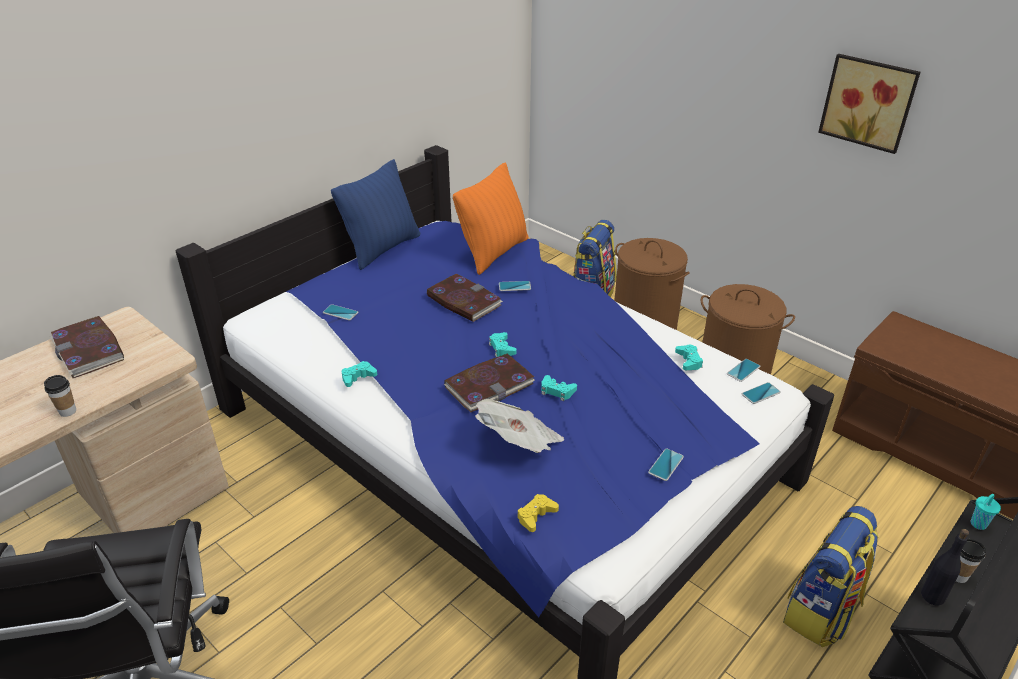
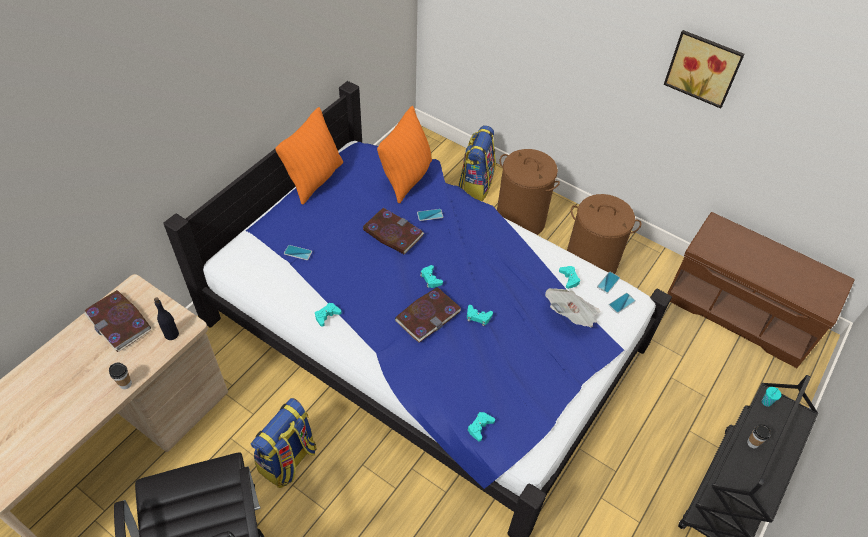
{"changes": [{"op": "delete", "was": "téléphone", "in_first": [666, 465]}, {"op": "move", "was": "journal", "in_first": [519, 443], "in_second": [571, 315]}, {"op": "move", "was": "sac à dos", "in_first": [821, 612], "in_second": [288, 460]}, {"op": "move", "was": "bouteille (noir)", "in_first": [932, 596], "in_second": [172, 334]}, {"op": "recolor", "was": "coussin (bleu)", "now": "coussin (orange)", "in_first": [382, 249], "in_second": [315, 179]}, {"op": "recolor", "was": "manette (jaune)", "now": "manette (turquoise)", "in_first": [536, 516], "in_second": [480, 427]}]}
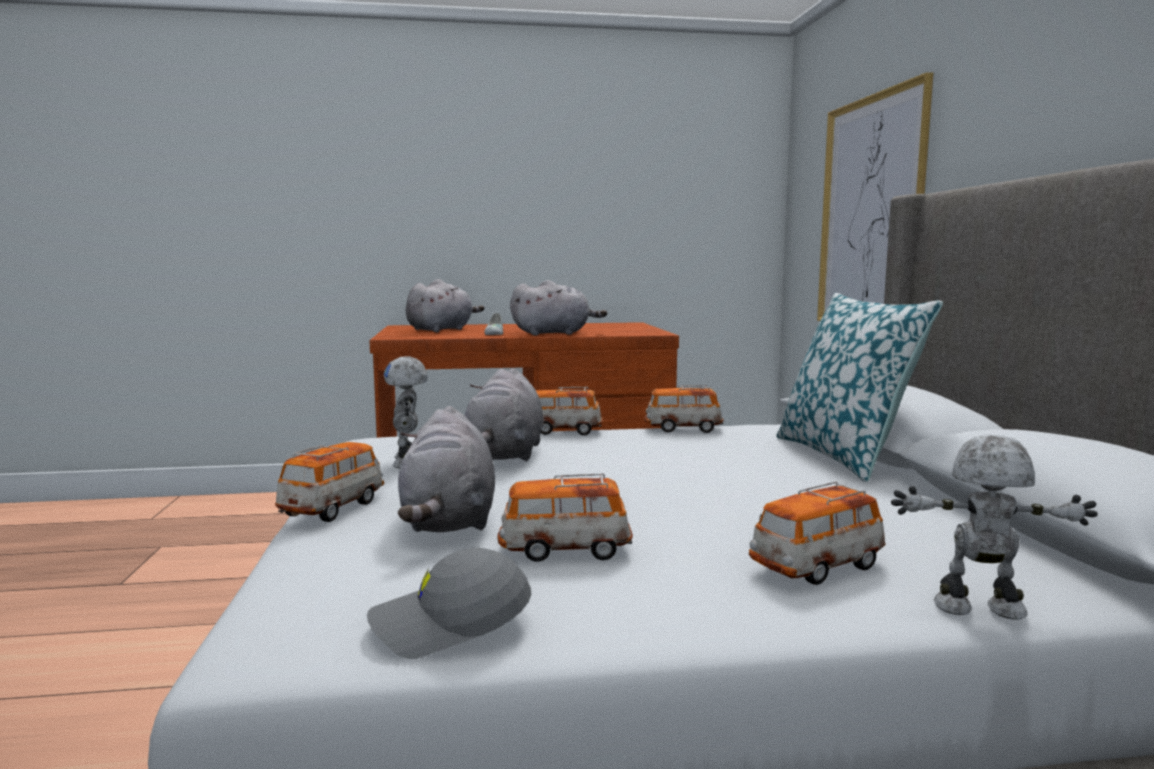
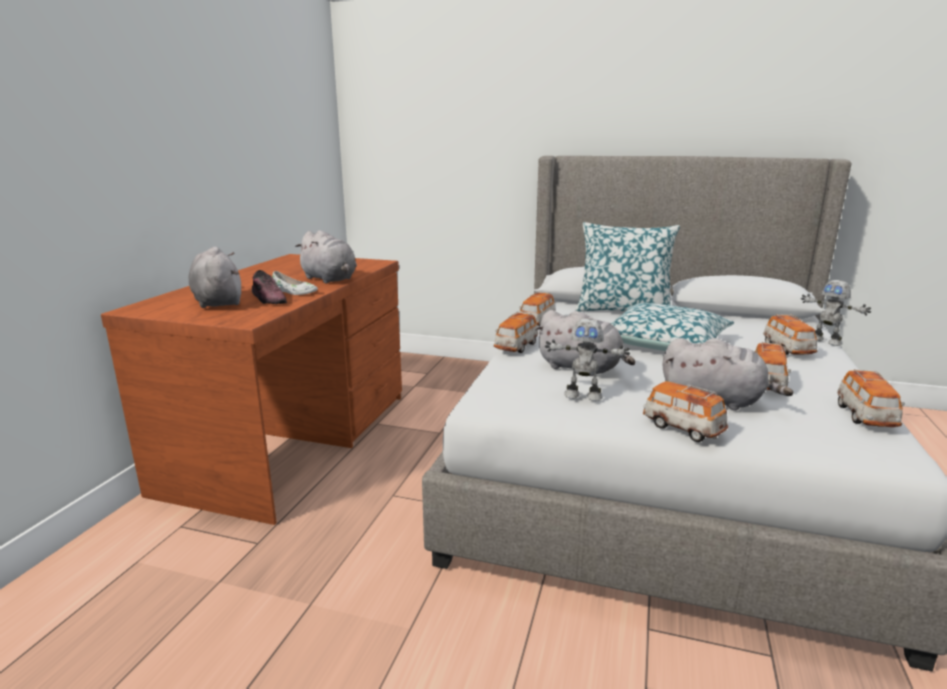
{"changes": [{"op": "delete", "was": "tableau", "in_first": [870, 214]}, {"op": "insert", "now": "chaussure", "in_second": [269, 299]}, {"op": "insert", "now": "coussin", "in_second": [664, 343]}, {"op": "replace", "was": "casquette (gris)", "now": "petite voiture", "in_first": [450, 626], "in_second": [865, 417]}, {"op": "rotate", "was": "peluche (gris)", "in_first": [554, 333], "in_second": [330, 279], "clockwise": 120}, {"op": "rotate", "was": "robot jouet", "in_first": [980, 610], "in_second": [826, 341], "clockwise": -75}]}
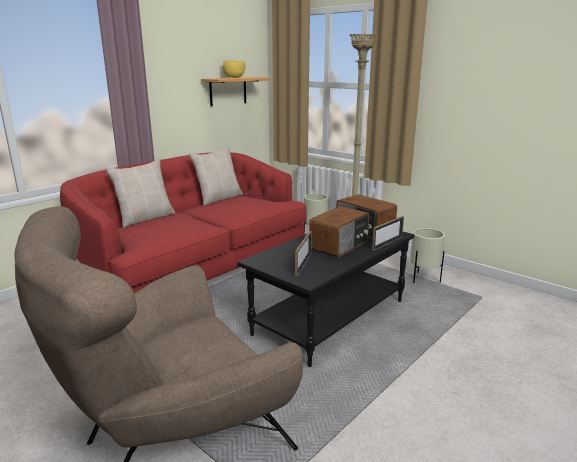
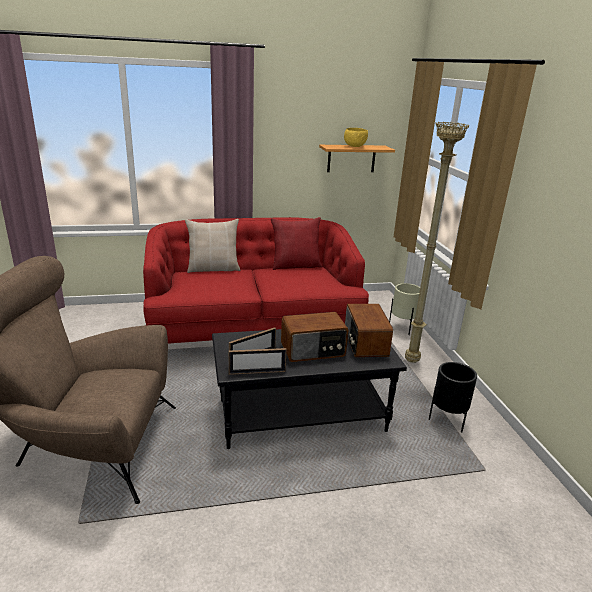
{"changes": [{"op": "move", "was": "cadre photo", "in_first": [387, 243], "in_second": [257, 372]}, {"op": "recolor", "was": "coussin (beige)", "now": "coussin (rouge)", "in_first": [218, 198], "in_second": [295, 265]}, {"op": "recolor", "was": "cache-pot (beige)", "now": "cache-pot (noir)", "in_first": [424, 279], "in_second": [447, 421]}]}
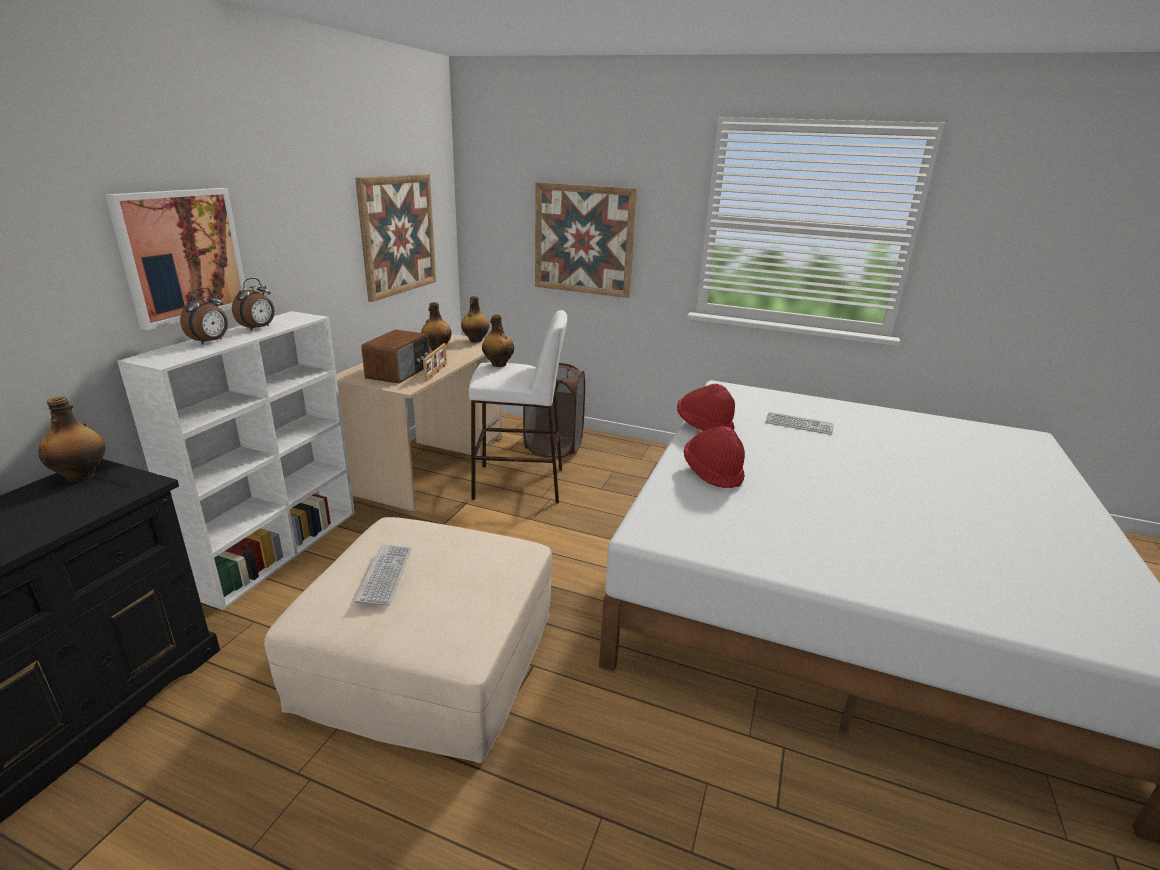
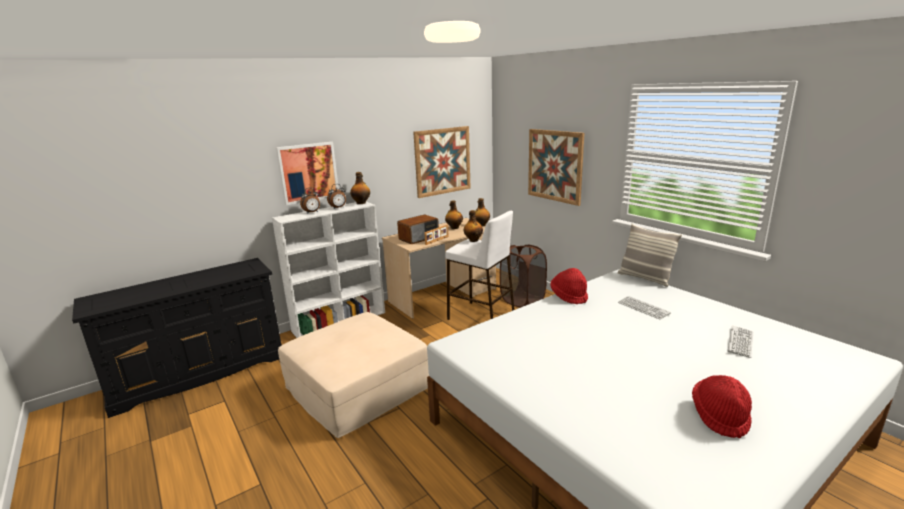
{"changes": [{"op": "insert", "now": "coussin", "in_second": [644, 278]}, {"op": "move", "was": "bouteille", "in_first": [82, 475], "in_second": [361, 203]}, {"op": "move", "was": "clavier", "in_first": [385, 575], "in_second": [740, 342]}, {"op": "move", "was": "chapeau (rouge)", "in_first": [713, 473], "in_second": [720, 416]}]}
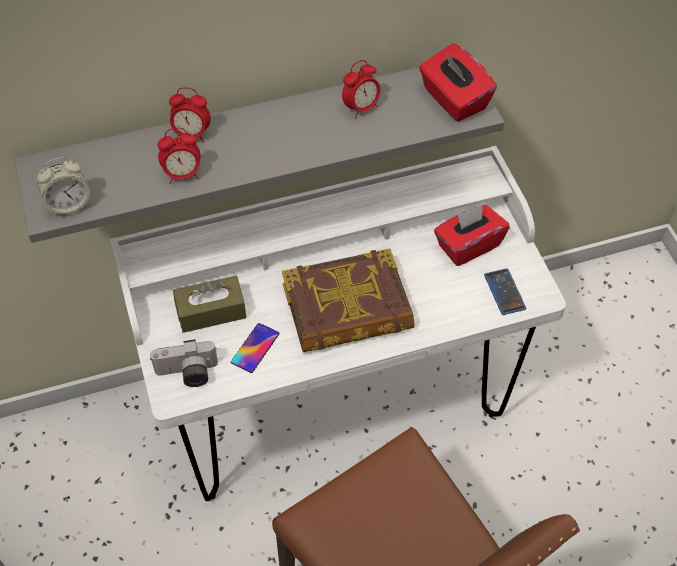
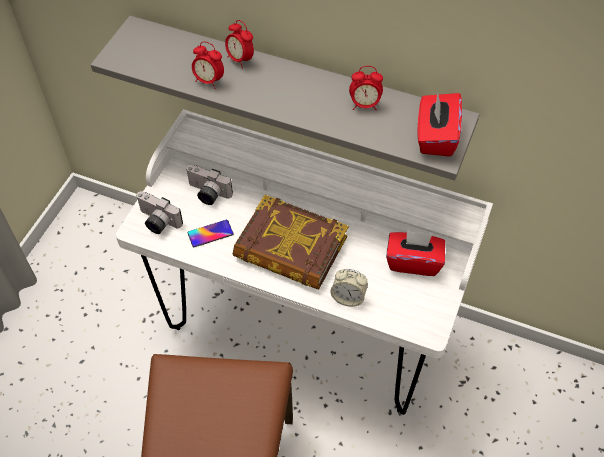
{"changes": [{"op": "delete", "was": "téléphone", "in_first": [504, 292]}, {"op": "move", "was": "réveil", "in_first": [69, 204], "in_second": [348, 297]}, {"op": "replace", "was": "boîte à mouchoirs (marron)", "now": "appareil photo", "in_first": [211, 311], "in_second": [207, 194]}]}
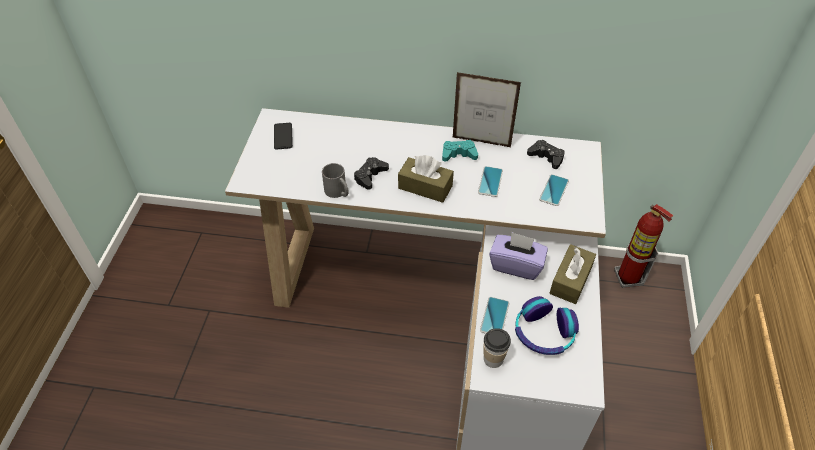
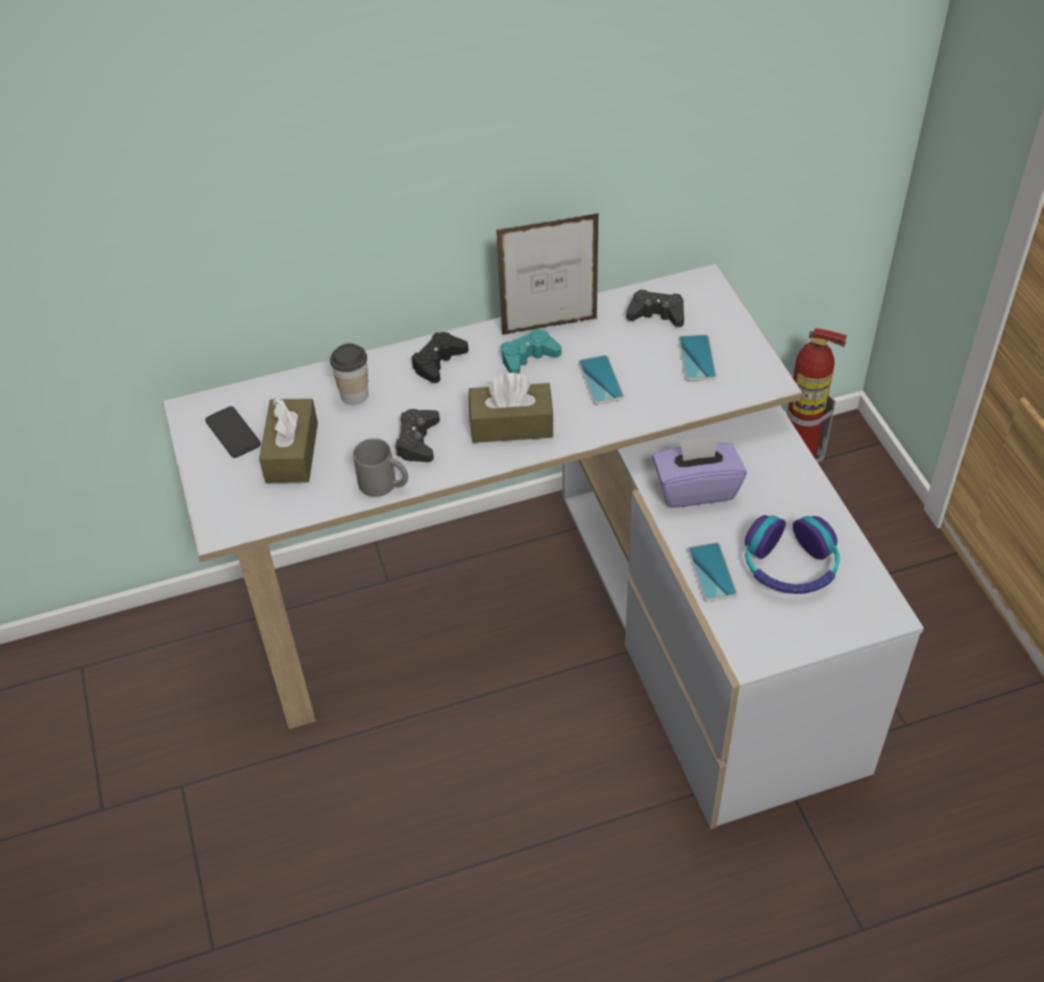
{"changes": [{"op": "insert", "now": "manette (noir)", "in_second": [438, 362]}, {"op": "move", "was": "tasse", "in_first": [493, 359], "in_second": [354, 395]}, {"op": "move", "was": "boîte à mouchoirs (marron)", "in_first": [570, 280], "in_second": [292, 452]}]}
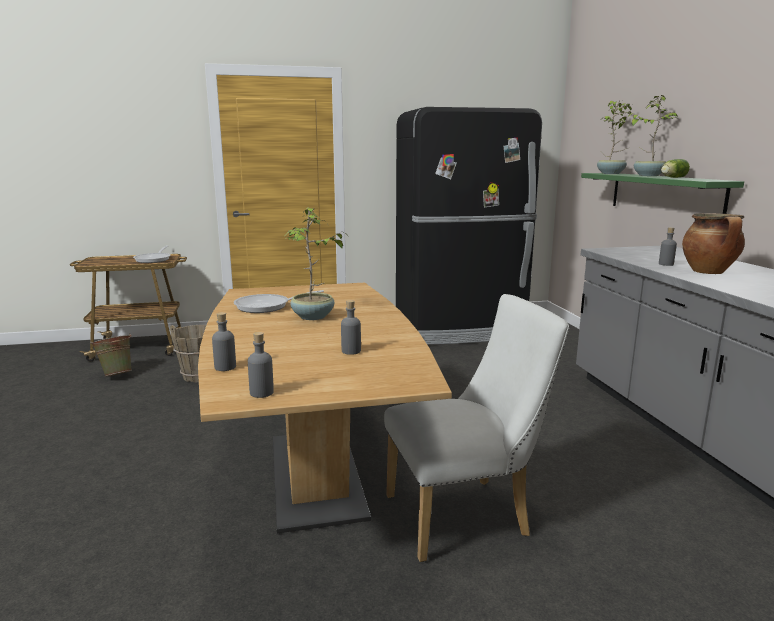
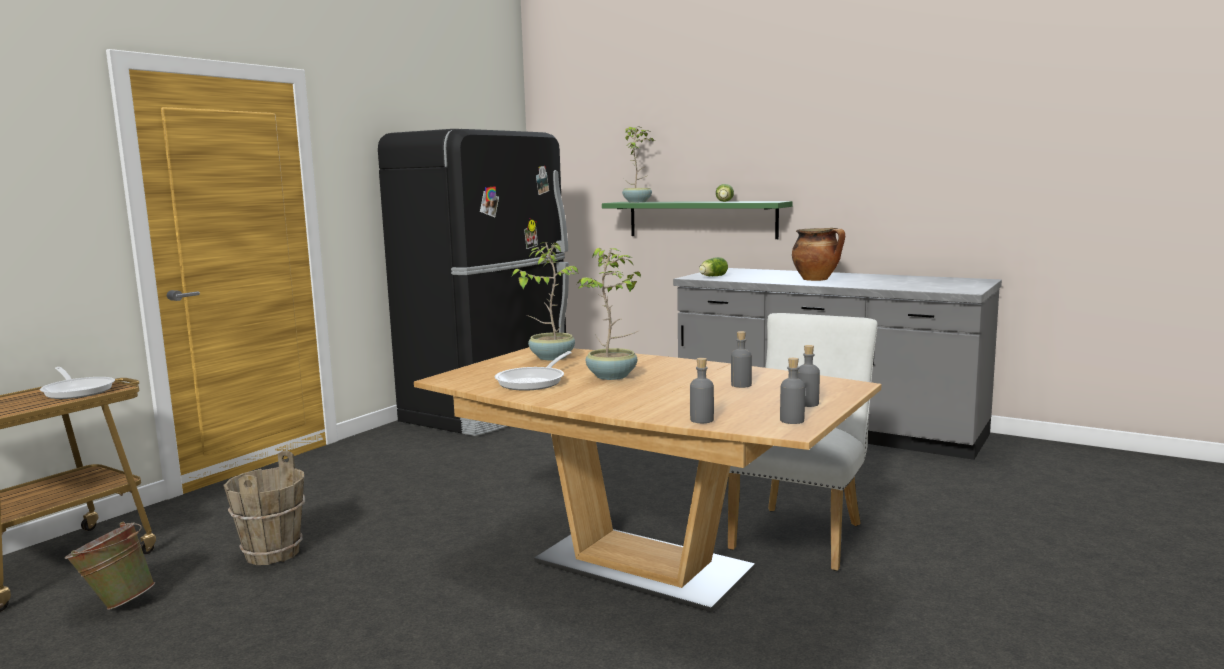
{"changes": [{"op": "insert", "now": "laitue", "in_second": [712, 276]}, {"op": "move", "was": "plante en pot", "in_first": [648, 175], "in_second": [551, 357]}, {"op": "move", "was": "bouteille (gris)", "in_first": [666, 264], "in_second": [807, 404]}]}
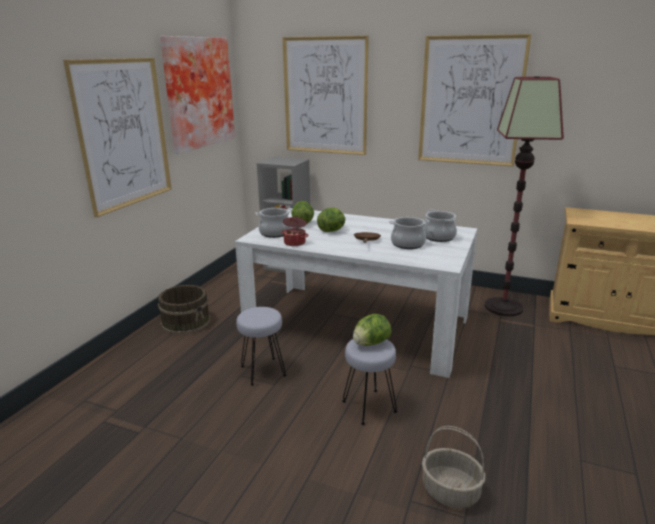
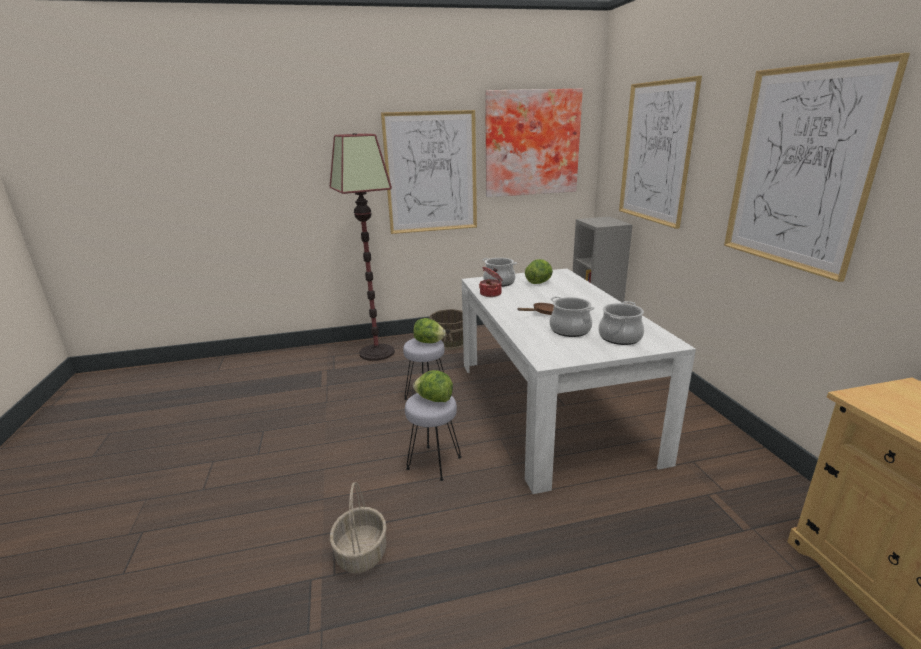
{"changes": [{"op": "move", "was": "laitue", "in_first": [332, 230], "in_second": [429, 342]}, {"op": "move", "was": "lampadaire", "in_first": [503, 307], "in_second": [377, 352]}]}
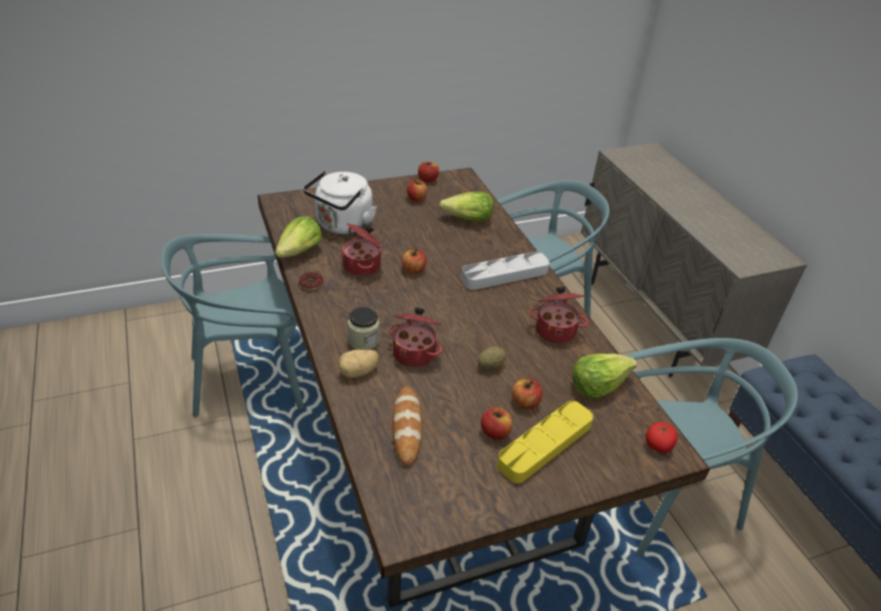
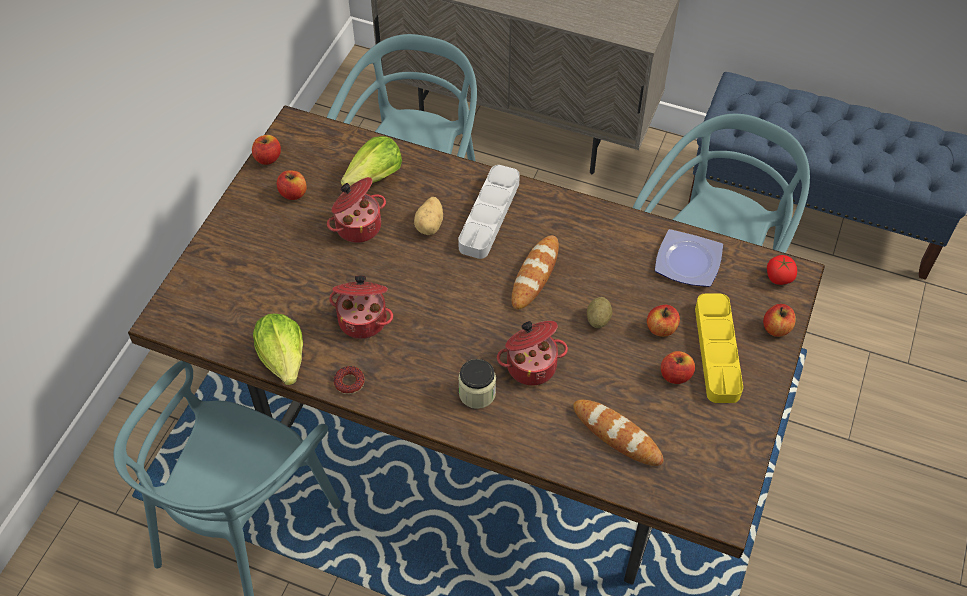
{"changes": [{"op": "delete", "was": "bouilloire (blanc)", "in_first": [342, 225]}, {"op": "insert", "now": "pain", "in_second": [535, 274]}, {"op": "move", "was": "pomme de terre", "in_first": [358, 372], "in_second": [430, 225]}, {"op": "move", "was": "pomme", "in_first": [413, 270], "in_second": [776, 328]}, {"op": "move", "was": "marmite", "in_first": [555, 330], "in_second": [357, 225]}, {"op": "replace", "was": "laitue", "now": "assiette", "in_first": [598, 385], "in_second": [686, 262]}]}
